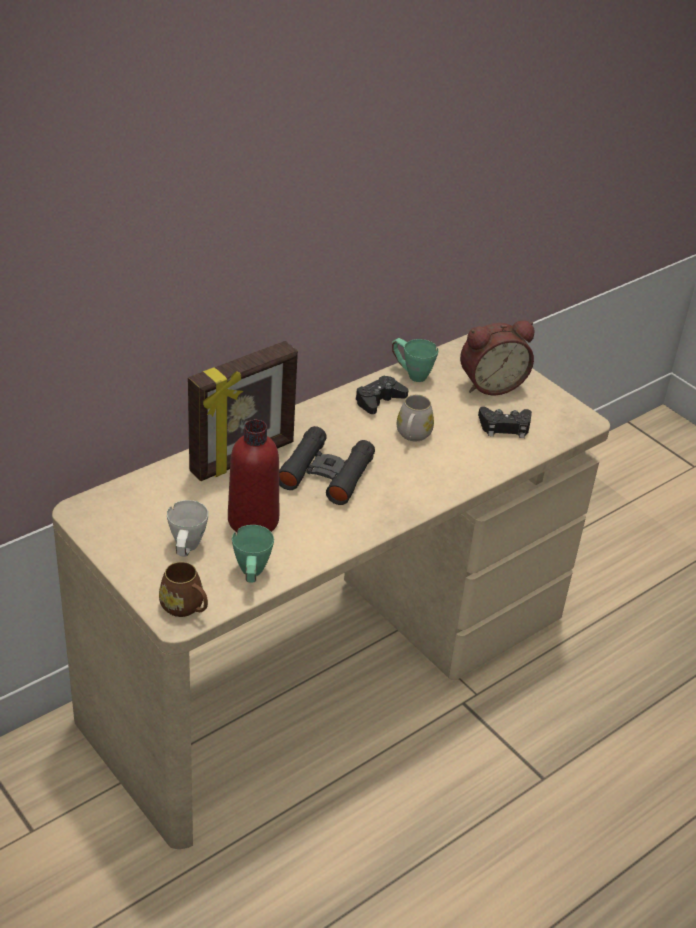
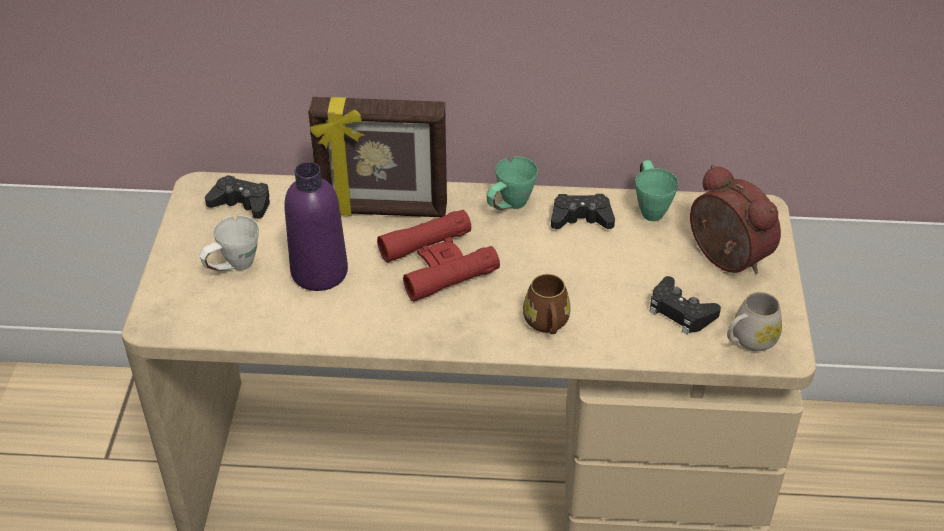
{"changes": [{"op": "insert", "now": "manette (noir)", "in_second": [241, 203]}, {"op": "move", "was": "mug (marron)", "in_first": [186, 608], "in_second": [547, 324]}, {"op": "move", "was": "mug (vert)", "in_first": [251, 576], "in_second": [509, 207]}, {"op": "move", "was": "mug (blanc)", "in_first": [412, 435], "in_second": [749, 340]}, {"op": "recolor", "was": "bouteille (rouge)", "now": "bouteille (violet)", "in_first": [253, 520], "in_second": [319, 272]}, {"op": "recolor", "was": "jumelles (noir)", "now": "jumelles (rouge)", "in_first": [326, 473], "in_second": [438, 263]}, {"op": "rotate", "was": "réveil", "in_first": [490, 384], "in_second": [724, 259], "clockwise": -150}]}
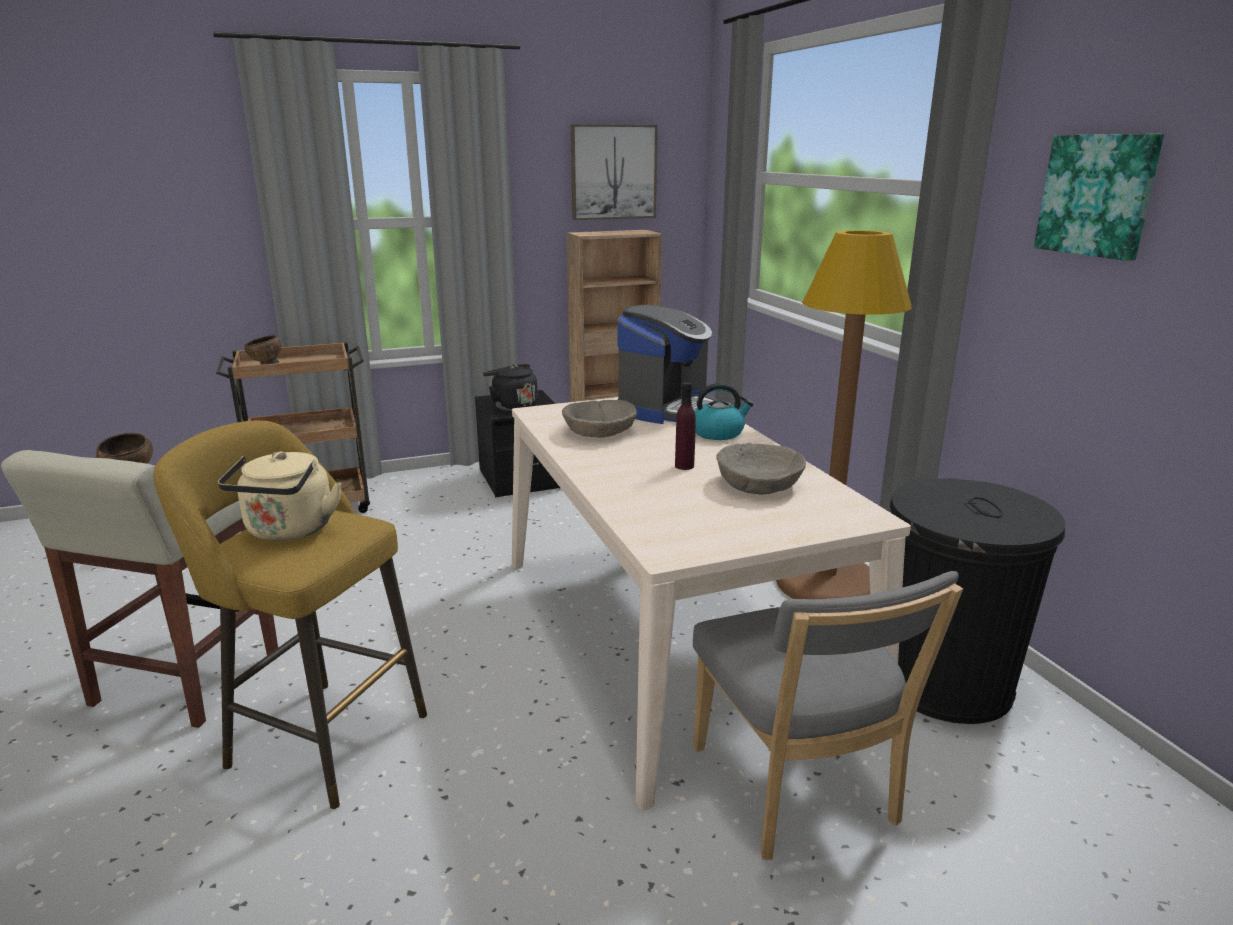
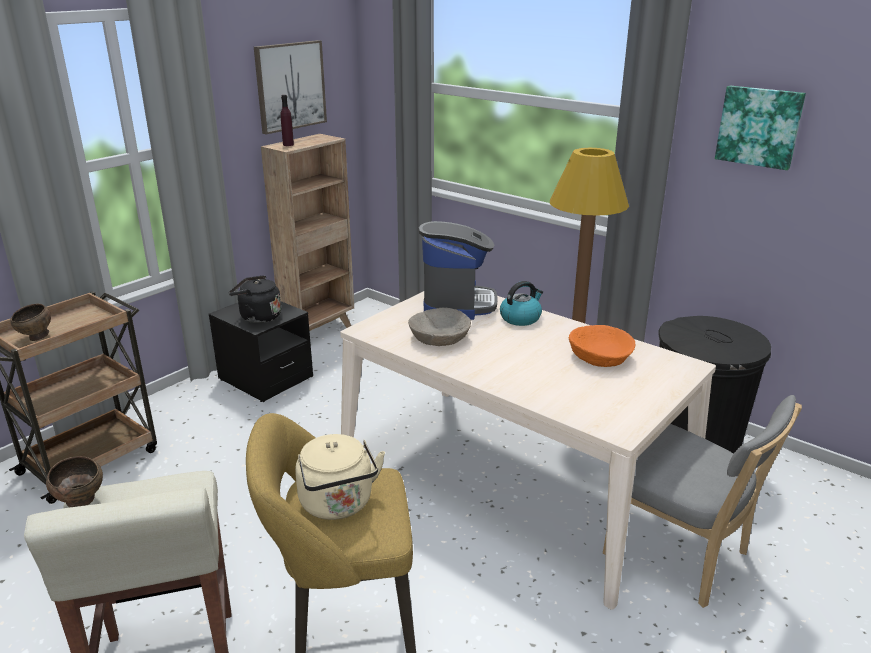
{"changes": [{"op": "move", "was": "bouteille (violet)", "in_first": [684, 466], "in_second": [288, 144]}, {"op": "recolor", "was": "bol (beige)", "now": "bol (orange)", "in_first": [758, 483], "in_second": [600, 356]}]}
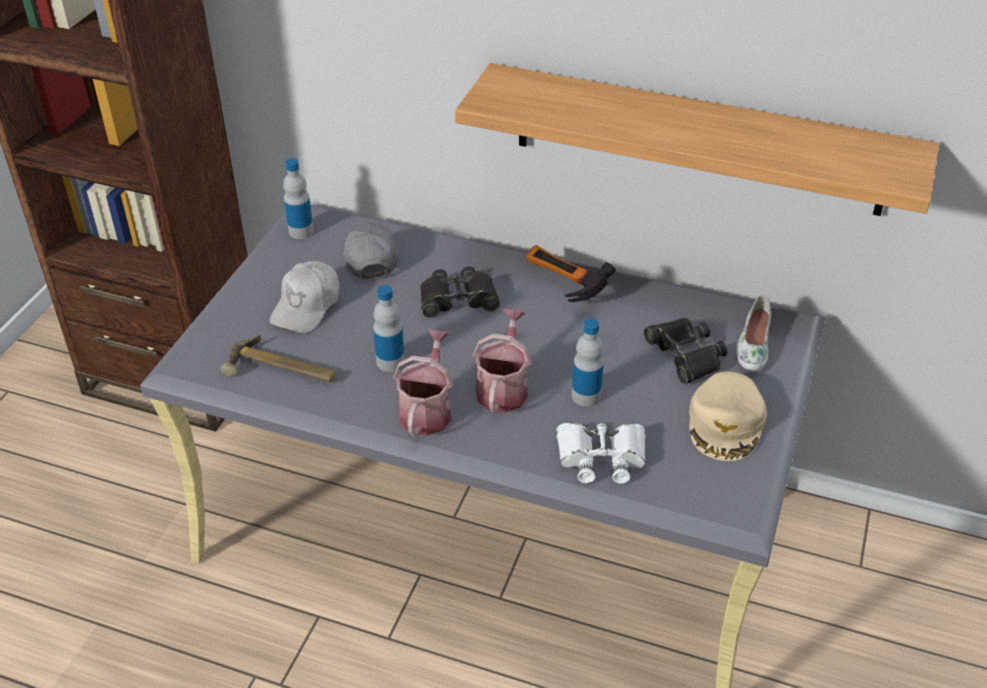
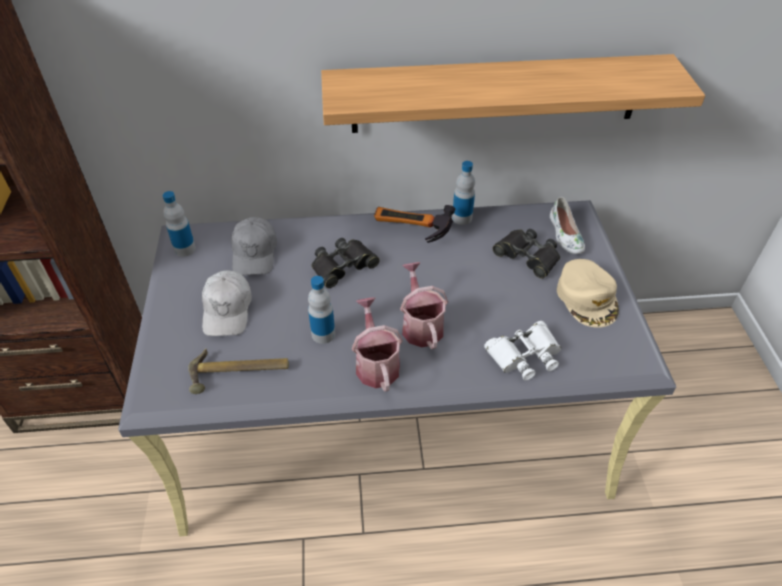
{"changes": [{"op": "move", "was": "bouteille", "in_first": [586, 396], "in_second": [462, 218]}, {"op": "rotate", "was": "casquette (gris)", "in_first": [371, 257], "in_second": [255, 253], "clockwise": -150}]}
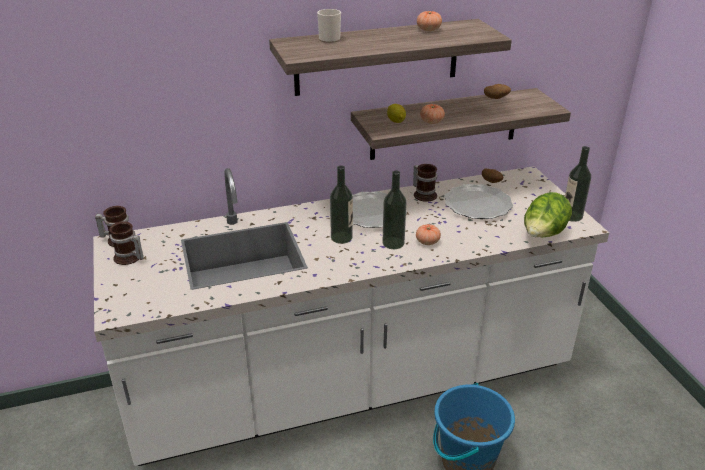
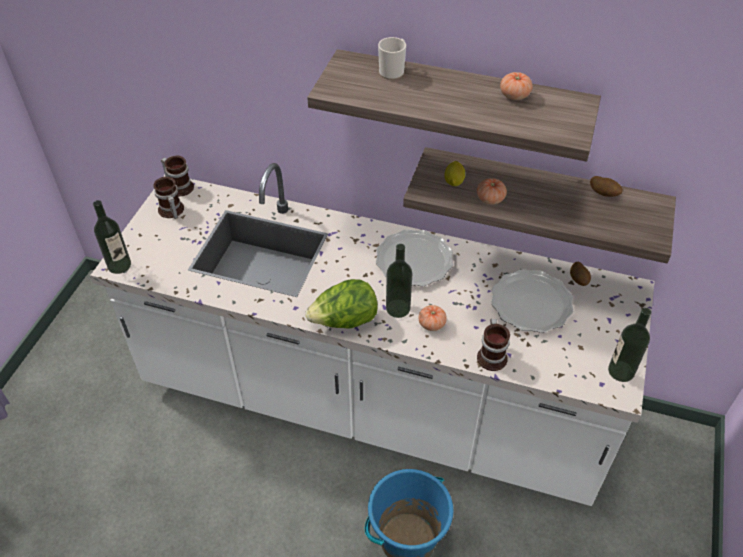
{"changes": [{"op": "move", "was": "bouteille", "in_first": [341, 237], "in_second": [119, 265]}, {"op": "move", "was": "mug", "in_first": [424, 194], "in_second": [493, 355]}, {"op": "move", "was": "laitue", "in_first": [543, 235], "in_second": [344, 321]}]}
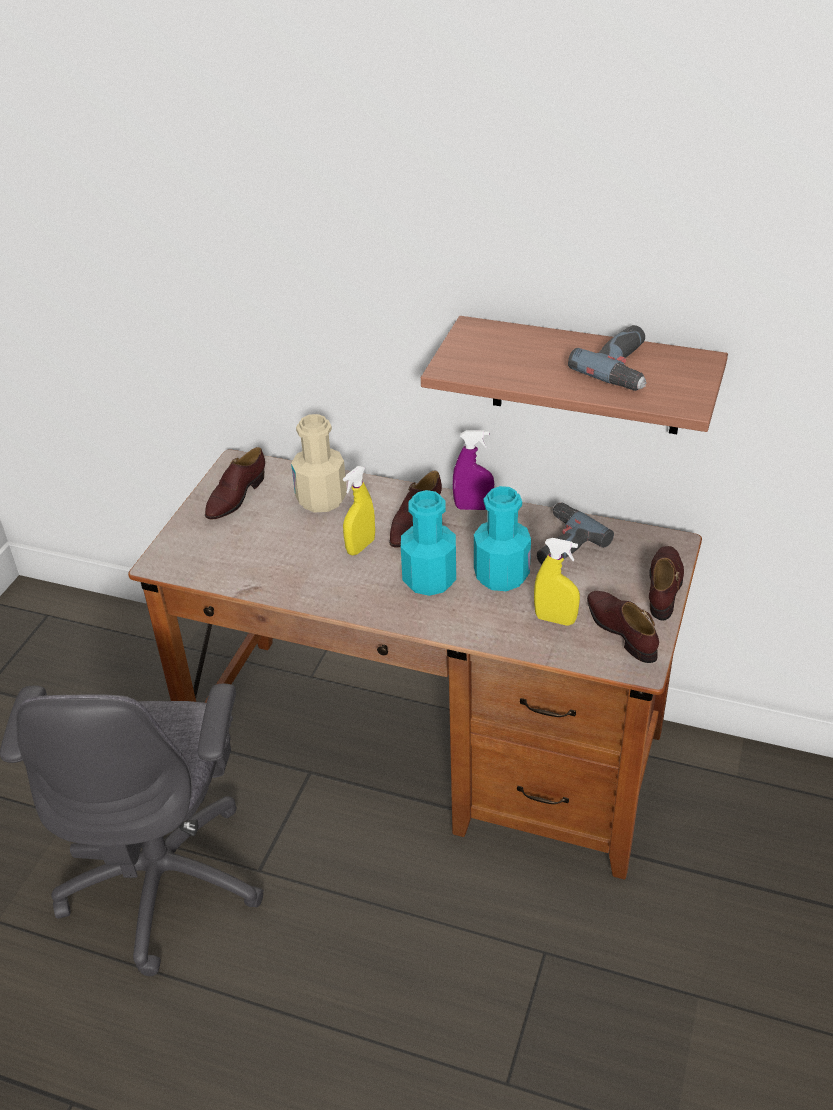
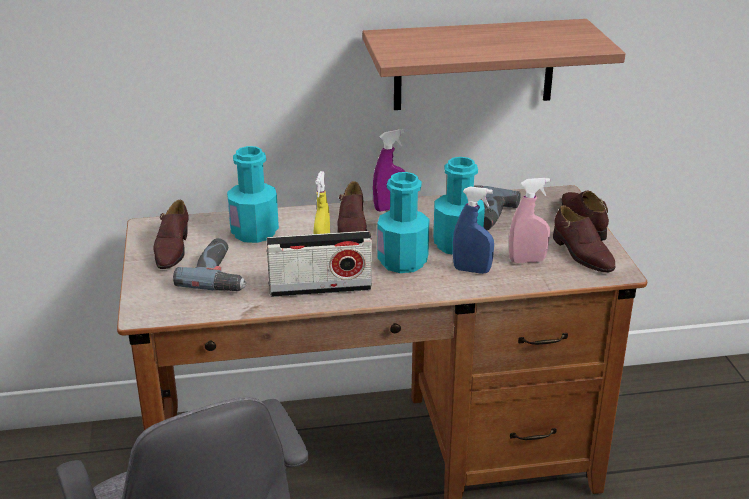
{"changes": [{"op": "insert", "now": "radio", "in_second": [320, 288]}, {"op": "insert", "now": "vaporisateur (bleu)", "in_second": [471, 270]}, {"op": "move", "was": "perceuse", "in_first": [625, 367], "in_second": [221, 274]}, {"op": "recolor", "was": "bouteille (beige)", "now": "bouteille (turquoise)", "in_first": [321, 499], "in_second": [254, 232]}, {"op": "recolor", "was": "vaporisateur (jaune)", "now": "vaporisateur (rose)", "in_first": [555, 619], "in_second": [527, 260]}, {"op": "rotate", "was": "chaussure (marron)", "in_first": [621, 630], "in_second": [582, 254], "clockwise": -150}]}
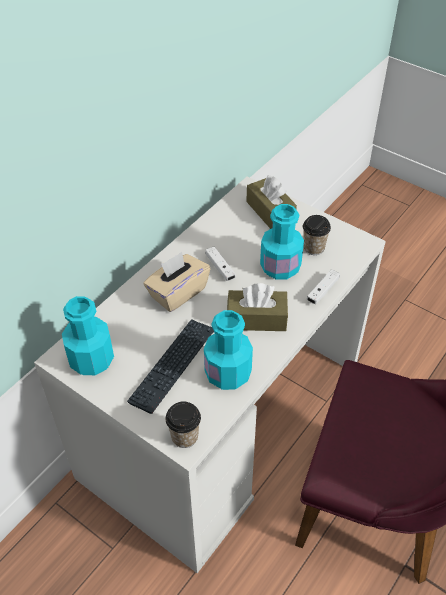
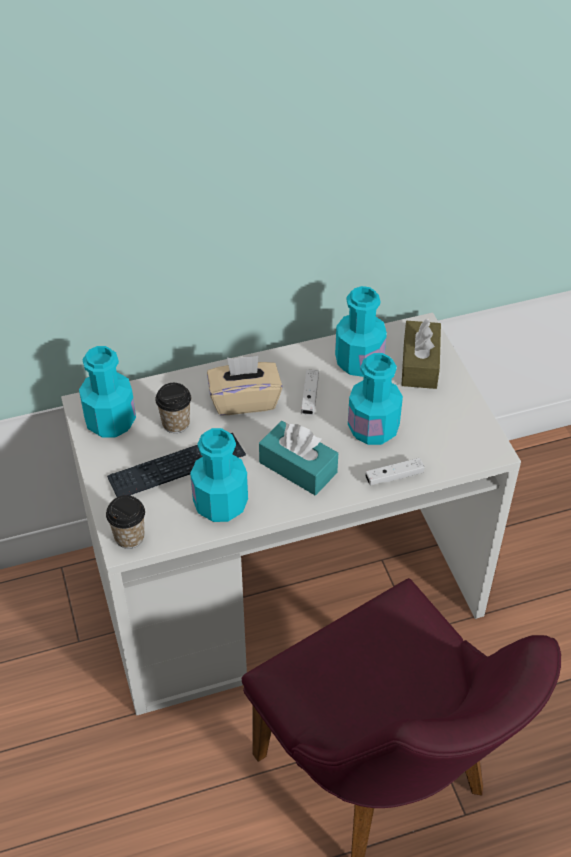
{"changes": [{"op": "insert", "now": "bouteille (turquoise)", "in_second": [359, 361]}, {"op": "move", "was": "tasse", "in_first": [313, 248], "in_second": [176, 423]}, {"op": "recolor", "was": "boîte à mouchoirs (marron)", "now": "boîte à mouchoirs (turquoise)", "in_first": [256, 319], "in_second": [298, 467]}]}
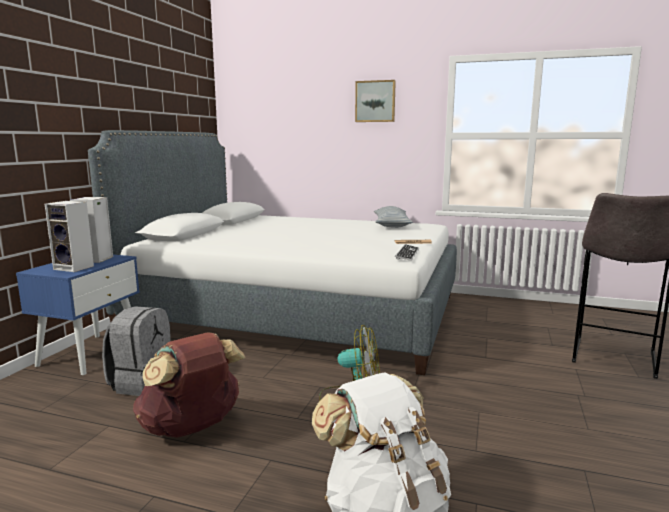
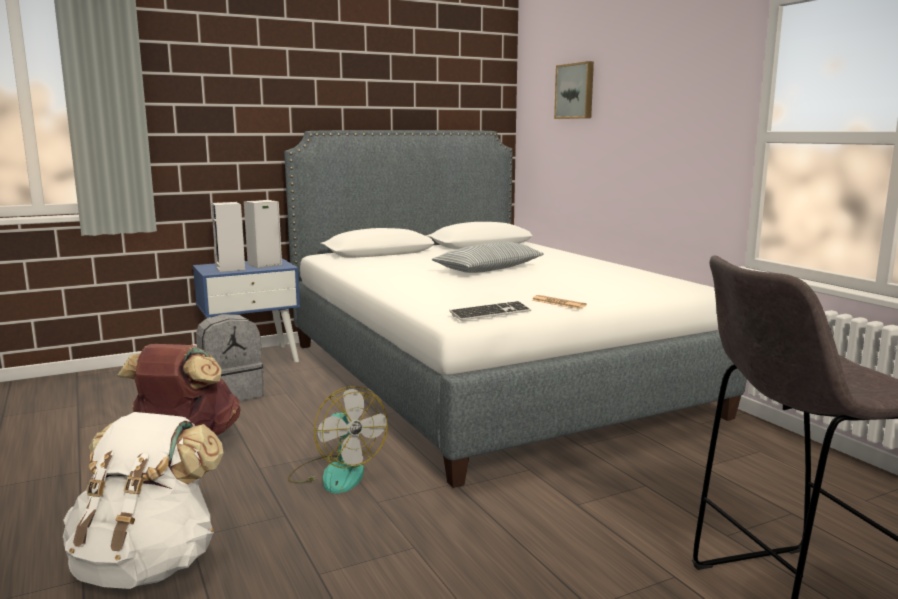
{"changes": [{"op": "move", "was": "tableau", "in_first": [375, 101], "in_second": [575, 91]}, {"op": "move", "was": "coussin", "in_first": [391, 225], "in_second": [489, 269]}]}
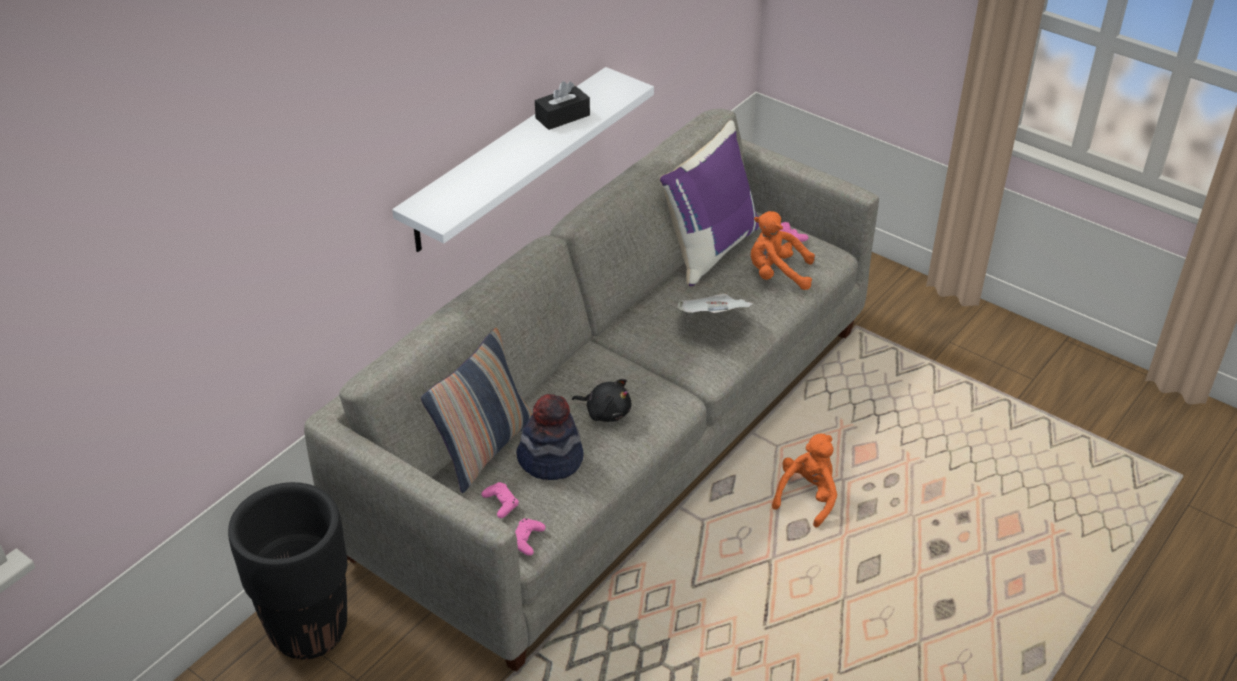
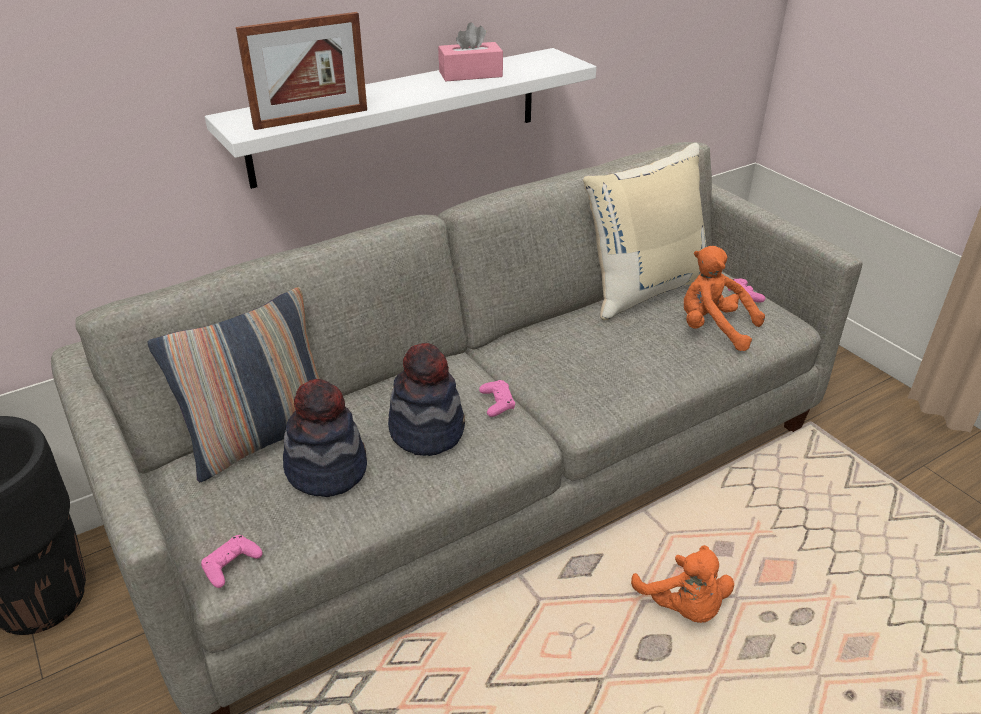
{"changes": [{"op": "delete", "was": "journal", "in_first": [713, 319]}, {"op": "insert", "now": "cadre photo", "in_second": [311, 119]}, {"op": "move", "was": "manette (rose)", "in_first": [501, 503], "in_second": [497, 402]}, {"op": "replace", "was": "peluche (noir)", "now": "chapeau", "in_first": [606, 412], "in_second": [427, 430]}, {"op": "recolor", "was": "boîte à mouchoirs (noir)", "now": "boîte à mouchoirs (rose)", "in_first": [562, 117], "in_second": [470, 74]}, {"op": "recolor", "was": "coussin (violet)", "now": "coussin (beige)", "in_first": [710, 248], "in_second": [645, 289]}, {"op": "rotate", "was": "peluche (orange)", "in_first": [807, 496], "in_second": [683, 607], "clockwise": 105}]}
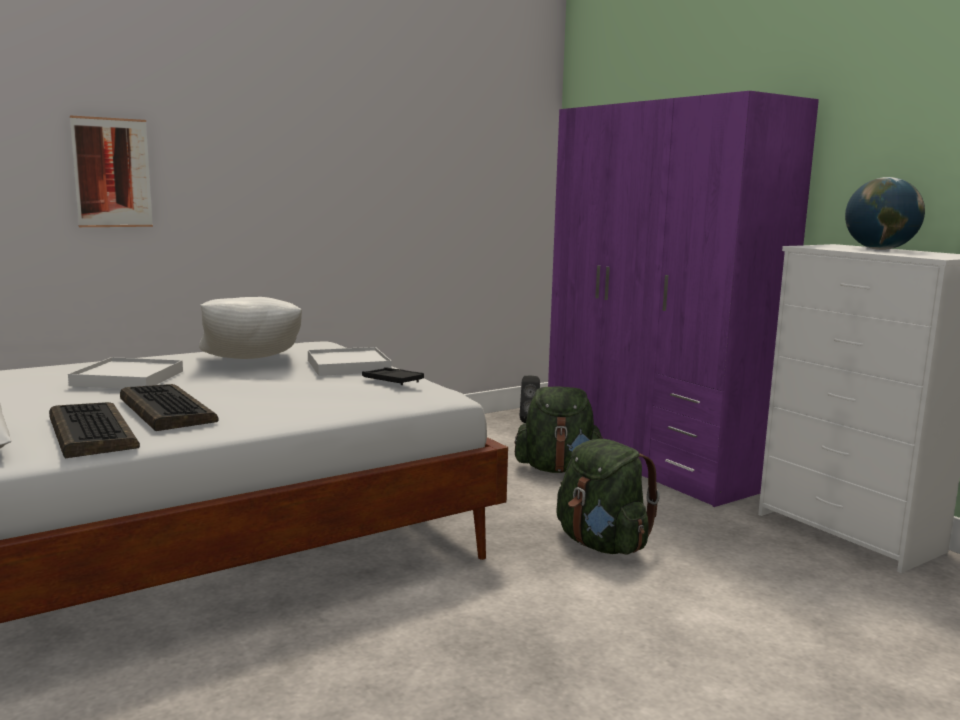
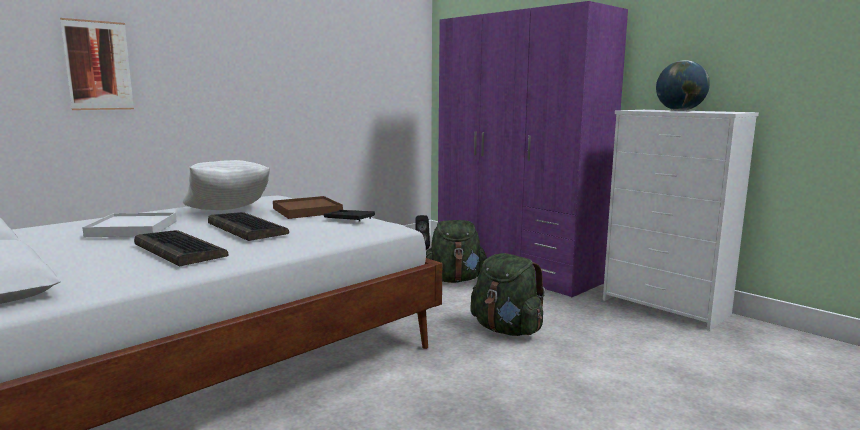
{"changes": [{"op": "move", "was": "clavier", "in_first": [90, 432], "in_second": [245, 228]}, {"op": "recolor", "was": "plateau (blanc)", "now": "plateau (marron)", "in_first": [348, 366], "in_second": [307, 211]}]}
